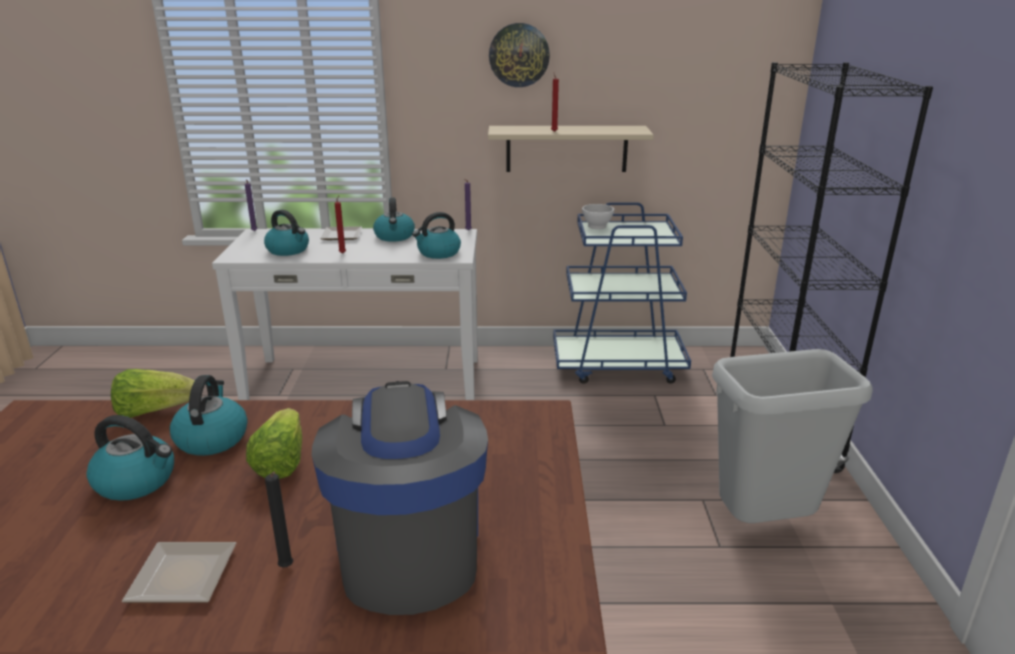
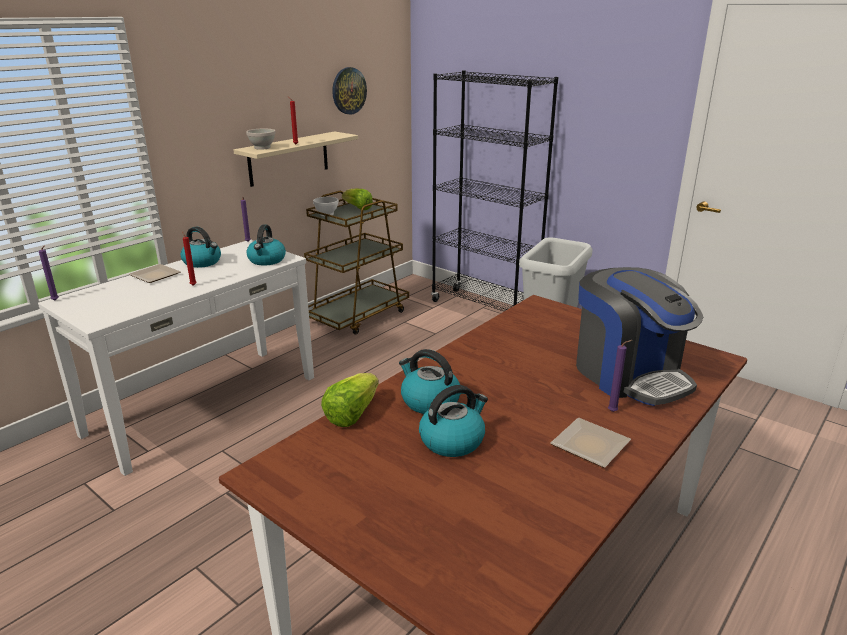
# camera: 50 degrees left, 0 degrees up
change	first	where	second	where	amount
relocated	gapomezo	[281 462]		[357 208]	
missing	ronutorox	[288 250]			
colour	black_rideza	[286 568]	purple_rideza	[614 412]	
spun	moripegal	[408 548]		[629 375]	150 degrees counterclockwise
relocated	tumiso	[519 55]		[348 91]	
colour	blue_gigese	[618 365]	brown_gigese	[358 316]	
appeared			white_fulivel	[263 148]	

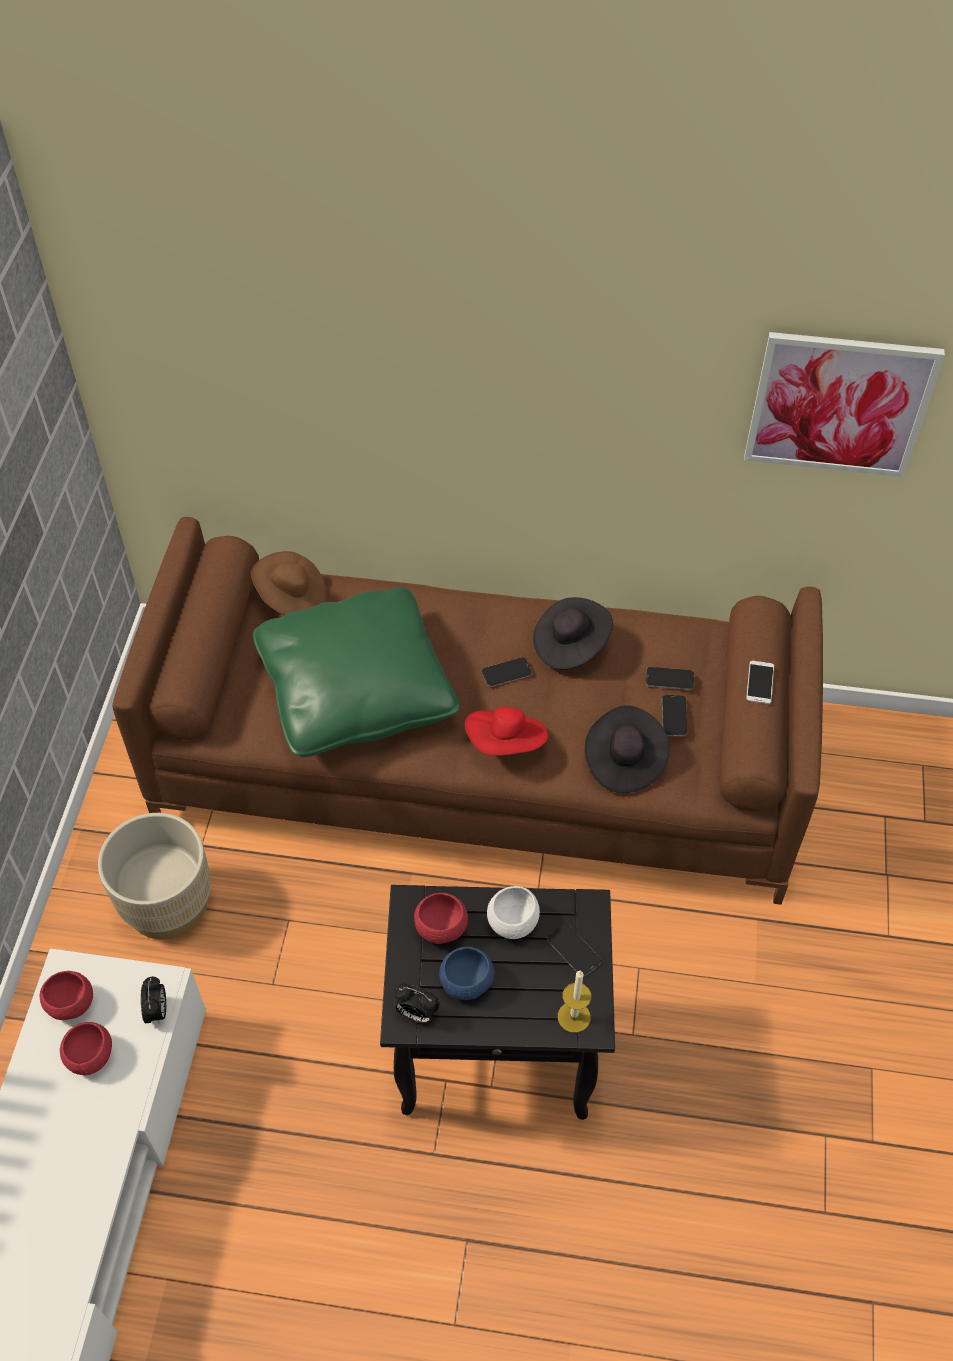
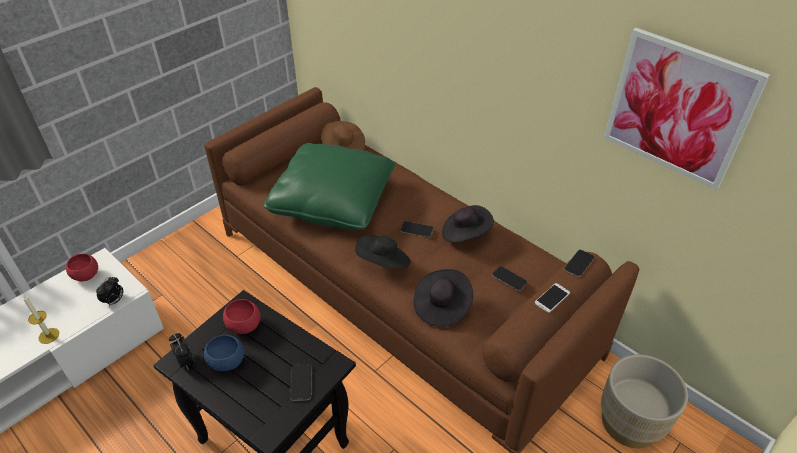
# camera: 35 degrees right, 10 degrees down
change	first	where	second	where	amount
missing	red_fulivel	[90 1056]			
relocated	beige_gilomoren	[168 904]		[630 422]	
colour	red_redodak	[506 743]	black_redodak	[383 263]	
missing	white_fulivel	[513 922]			
relocated	rideza	[574 1017]		[49 335]	
relocated	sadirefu	[674 716]		[579 263]	

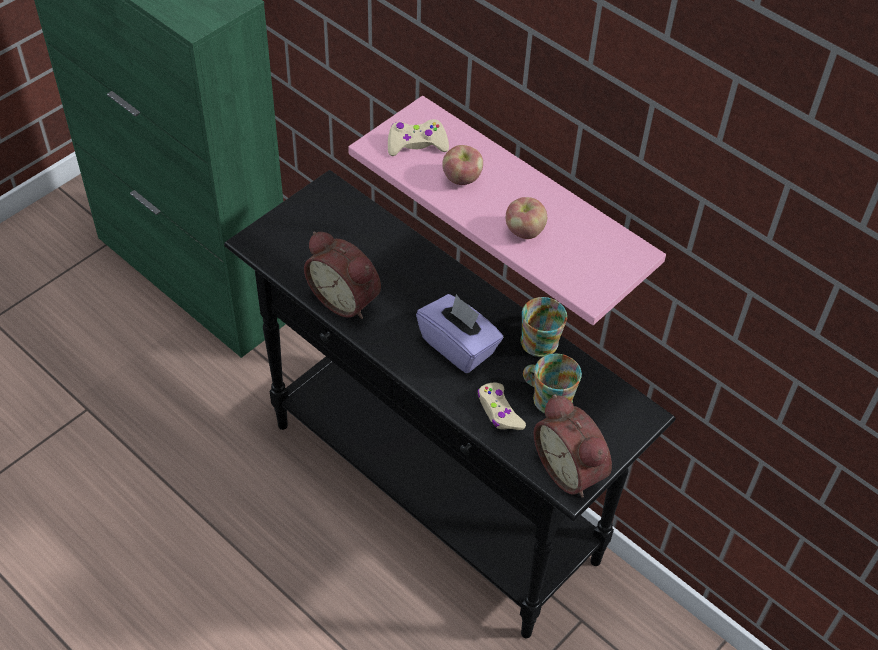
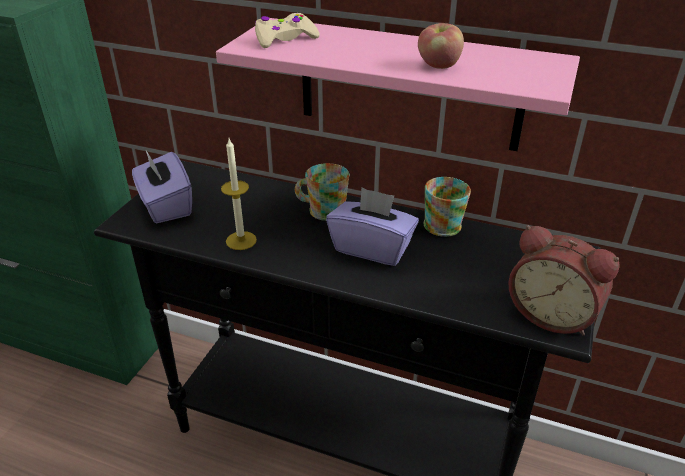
# camera: 20 degrees left, 15 degrees down
change	first	where	second	where	amount
exchanged	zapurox	[346 298]	rideza	[241 240]	
missing	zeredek	[462 178]			
missing	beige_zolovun	[499 412]			
relocated	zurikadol	[547 396]		[322 210]	
appeared			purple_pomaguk	[165 206]	

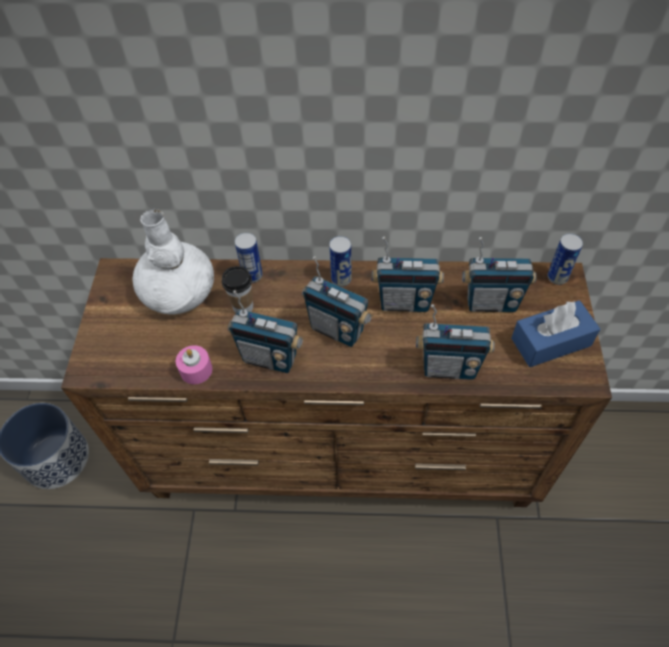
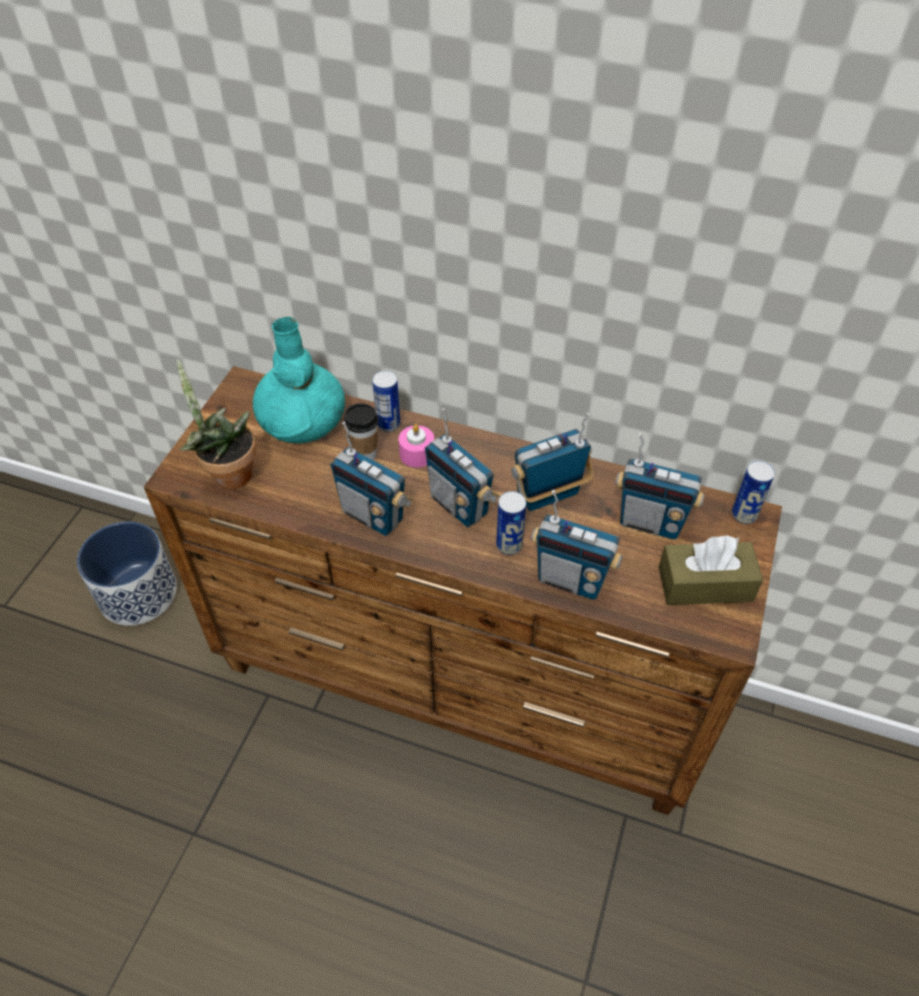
# camera: 15 degrees right, 5 degrees down
change	first	where	second	where	amount
colour	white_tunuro	[179 290]	turquoise_tunuro	[303 420]	
relocated	pink_rideza	[196 370]		[417 454]	
relocated	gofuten	[341 279]		[509 545]	
spun	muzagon	[404 302]		[548 496]	135 degrees clockwise
colour	blue_pomaguk	[551 342]	brown_pomaguk	[705 584]	
appeared			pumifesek	[228 474]	

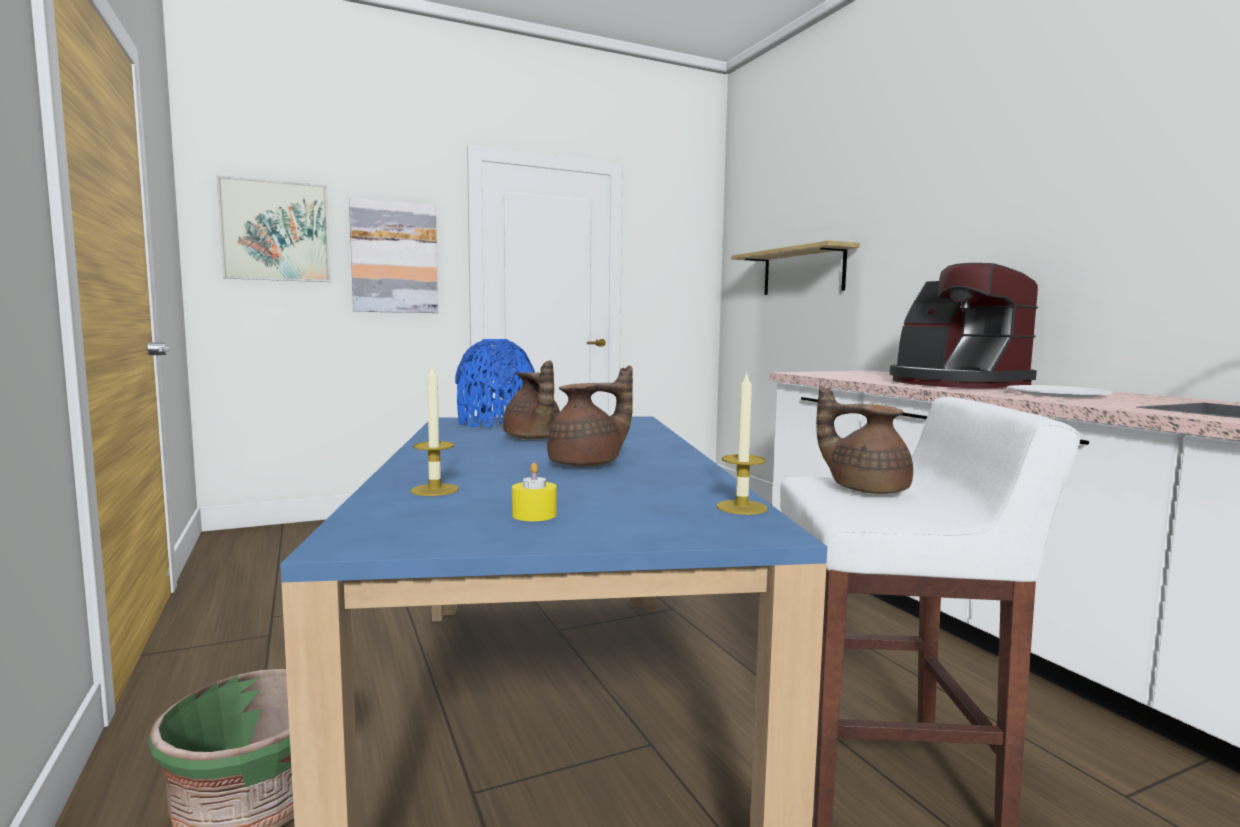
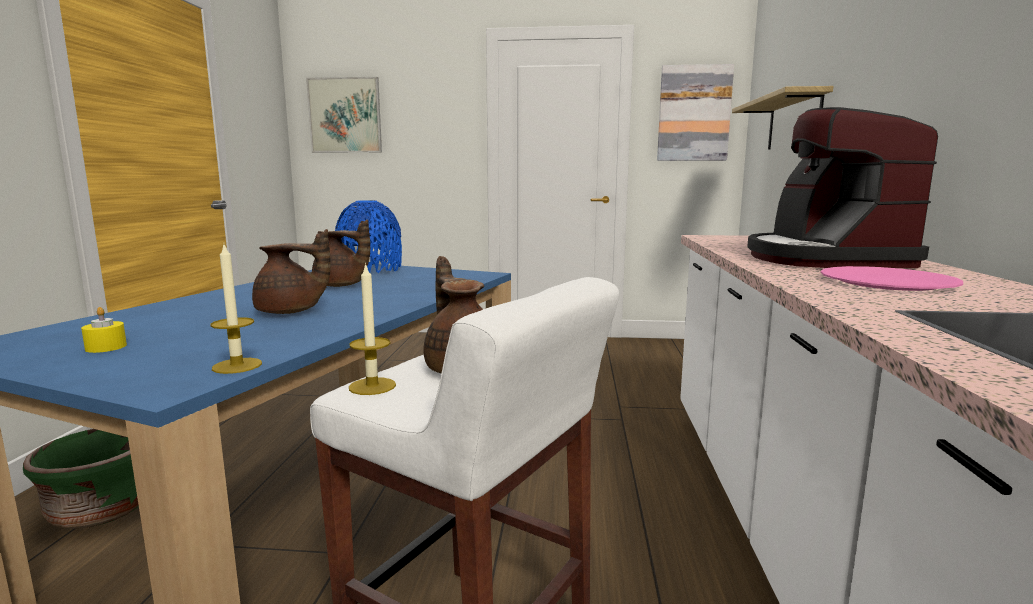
# camera: 30 degrees right, 5 degrees up
change	first	where	second	where	amount
relocated	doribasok	[394 257]		[694 113]	
relocated	rideza	[435 490]		[372 386]	
spun	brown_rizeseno	[533 438]		[341 285]	75 degrees counterclockwise
colour	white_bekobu	[1057 394]	pink_bekobu	[887 282]	

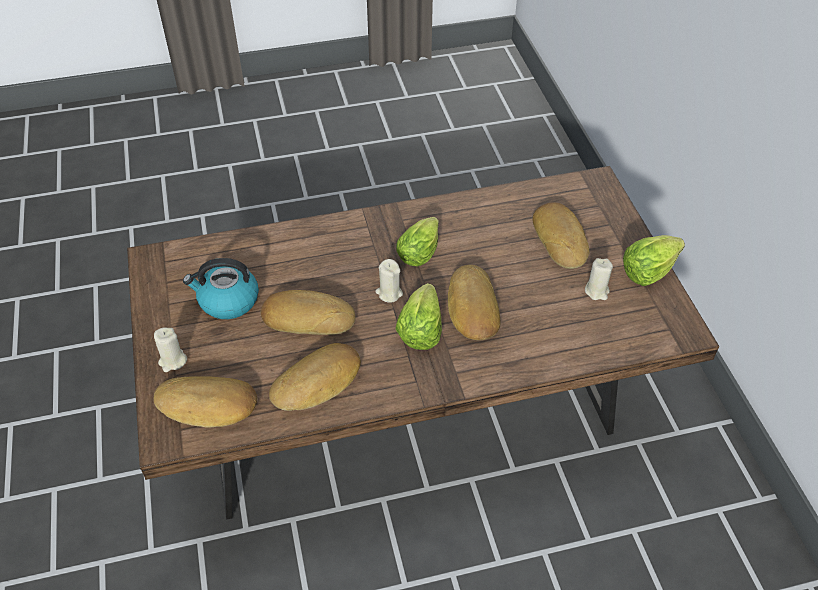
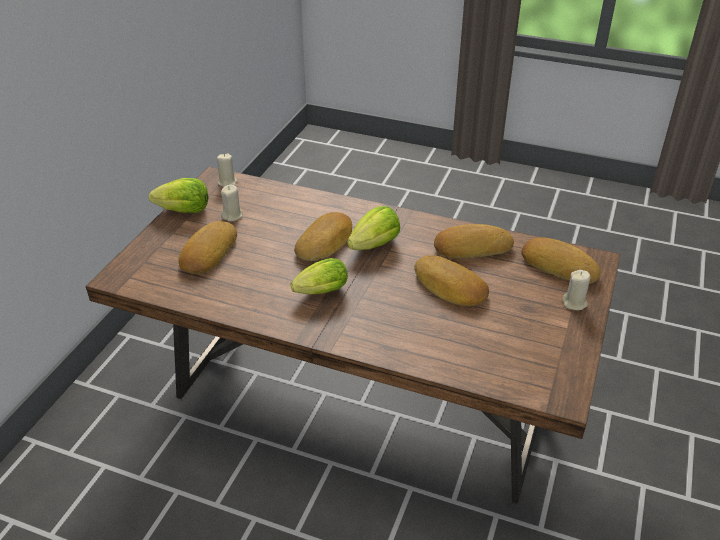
# camera: 145 degrees left, 10 degrees down
change	first	where	second	where	amount
missing	ronutorox	[228 301]			
relocated	beige_rideza	[389 293]		[227 182]	

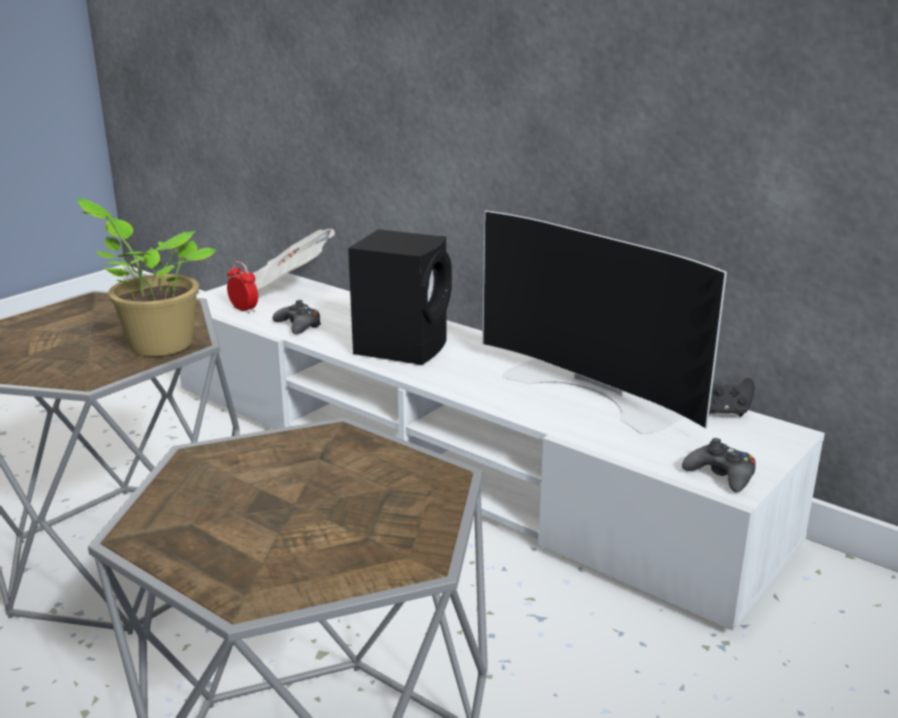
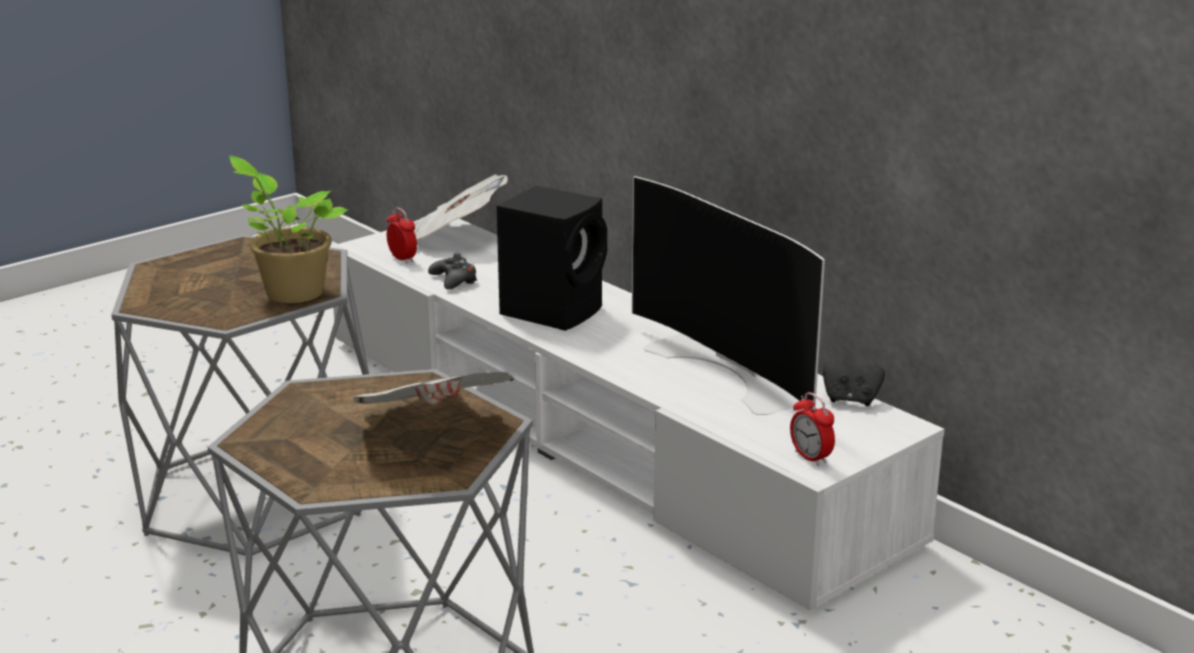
# camera: 10 degrees right, 0 degrees up
change	first	where	second	where	amount
exchanged	black_zolovun	[721 475]	zapurox	[810 457]	
appeared			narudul	[434 430]	

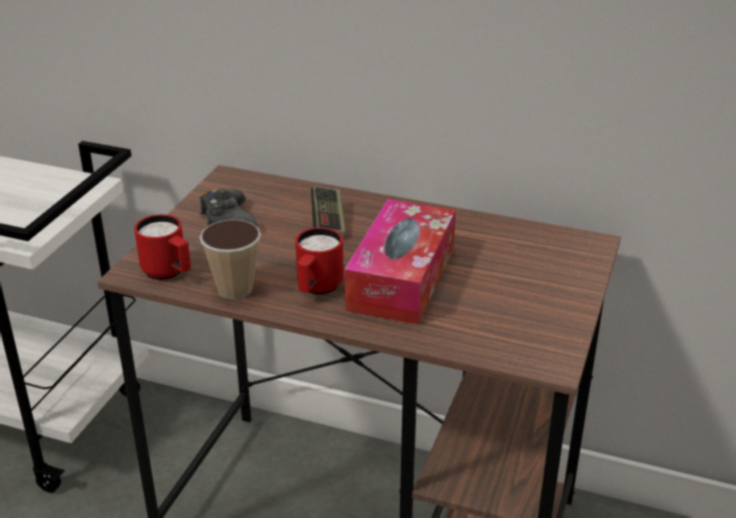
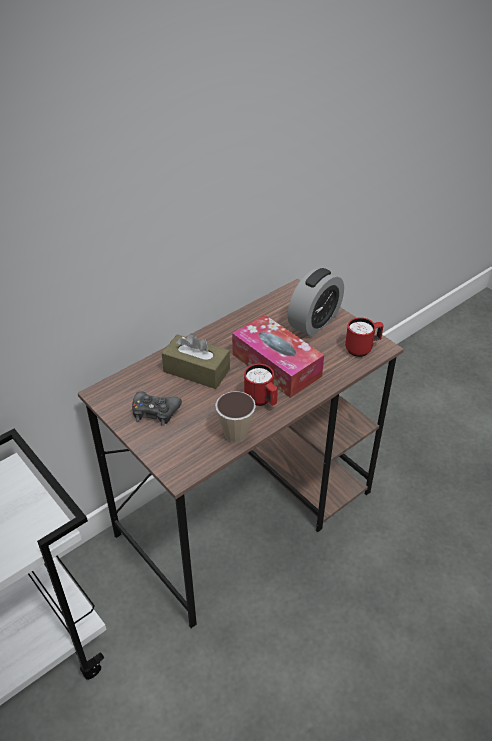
# camera: 60 degrees left, 10 degrees up
change	first	where	second	where	amount
relocated	red_zurikadol	[169 273]		[362 349]	
exchanged	zolovun	[328 223]	brown_pomaguk	[196 370]	
appeared			zapurox	[314 322]	

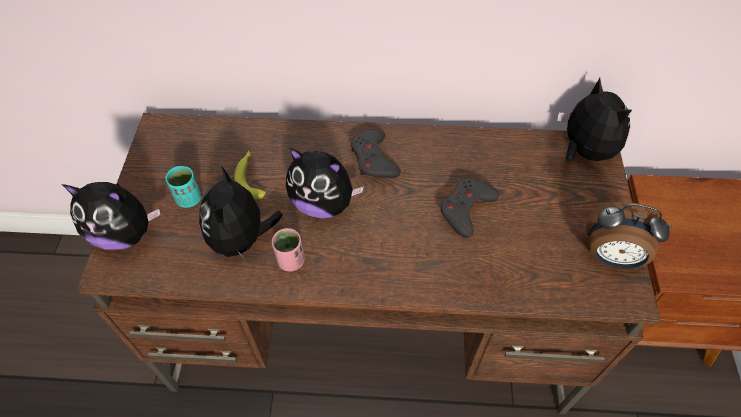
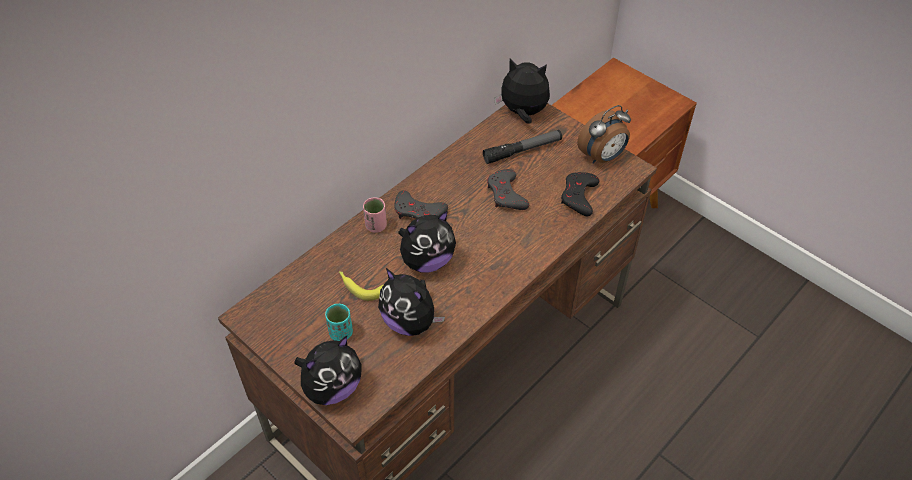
# camera: 50 degrees left, 5 degrees down
change	first	where	second	where	amount
relocated	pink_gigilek	[291 261]		[376 226]	
appeared			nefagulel	[522 150]	
appeared			black_zolovun	[579 196]	

